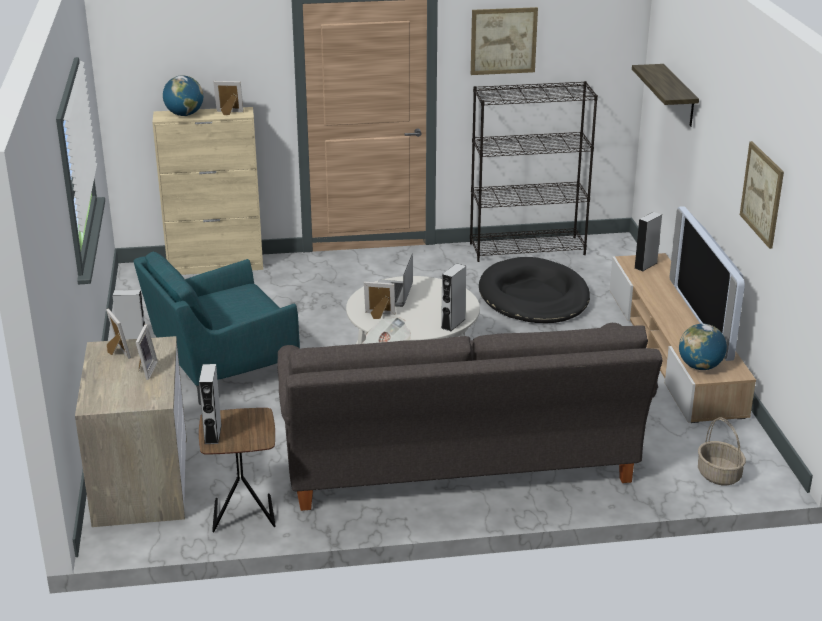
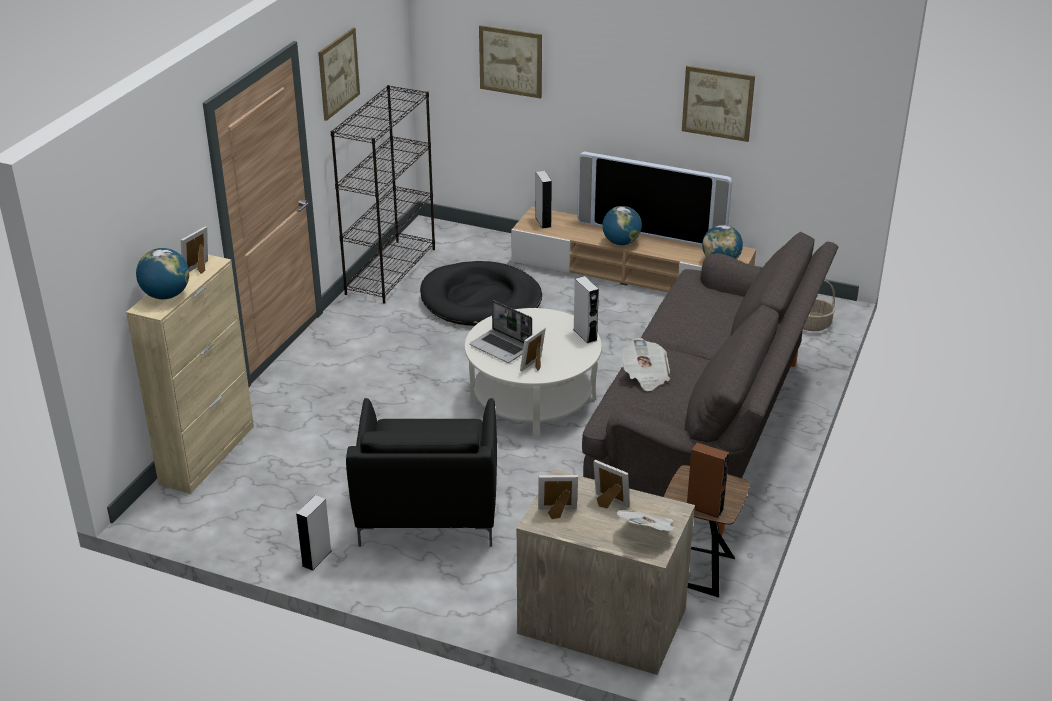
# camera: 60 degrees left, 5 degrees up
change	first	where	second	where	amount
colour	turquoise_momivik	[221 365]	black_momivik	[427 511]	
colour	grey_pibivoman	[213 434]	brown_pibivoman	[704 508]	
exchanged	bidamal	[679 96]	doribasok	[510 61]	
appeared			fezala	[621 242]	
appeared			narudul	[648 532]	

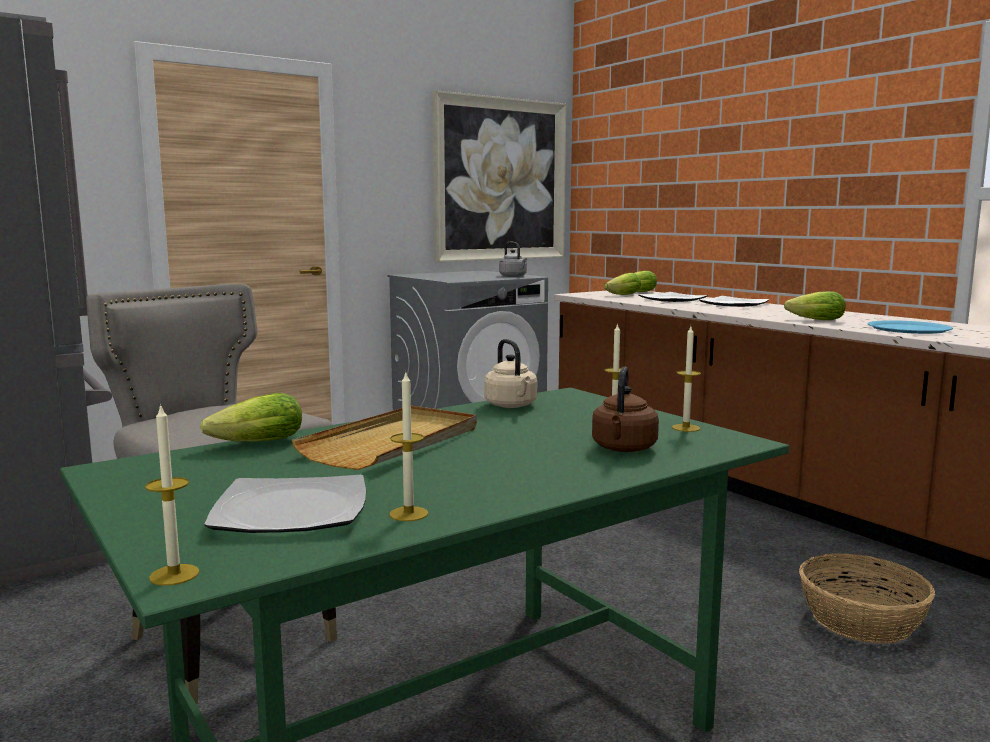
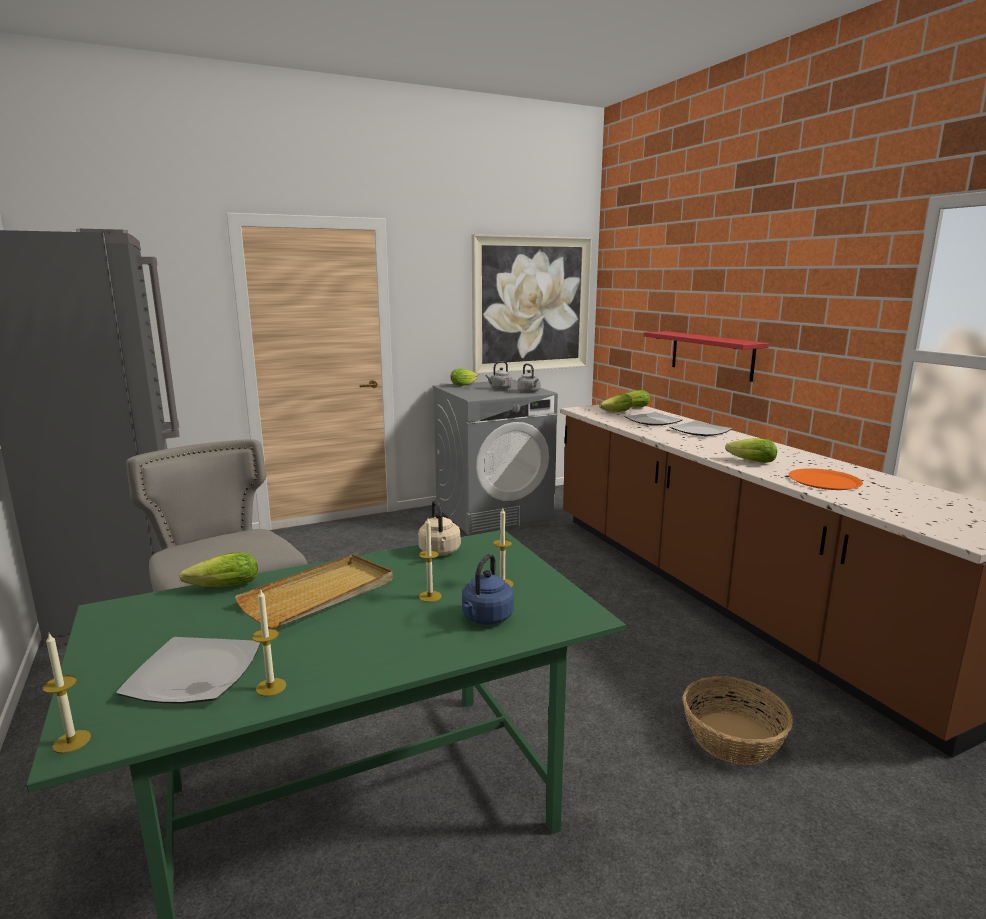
# camera: 10 degrees right, 5 degrees up
change	first	where	second	where	amount
colour	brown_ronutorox	[623 449]	blue_ronutorox	[486 618]	
relocated	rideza	[686 428]		[430 596]	
colour	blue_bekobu	[908 329]	orange_bekobu	[824 481]	
appeared			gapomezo	[465 384]	
appeared			grey_ronutorox	[500 389]	
appeared			red_bidamal	[711 355]	

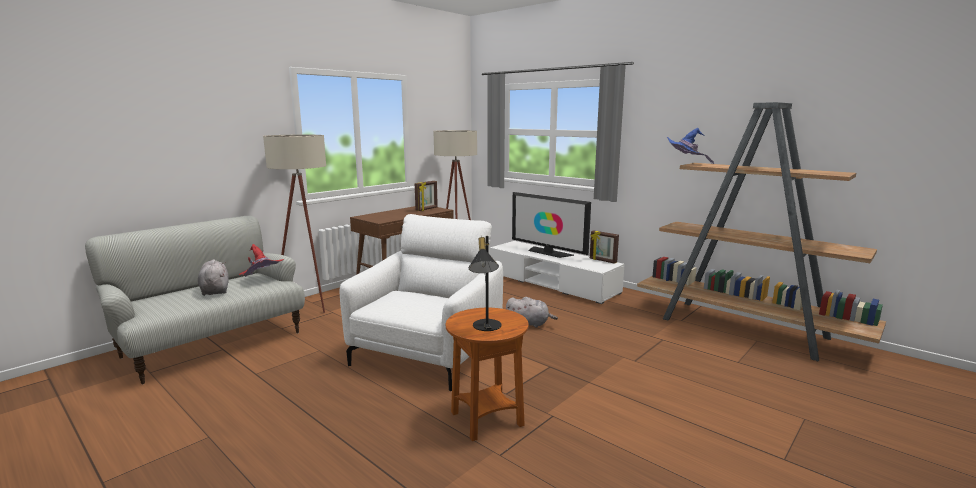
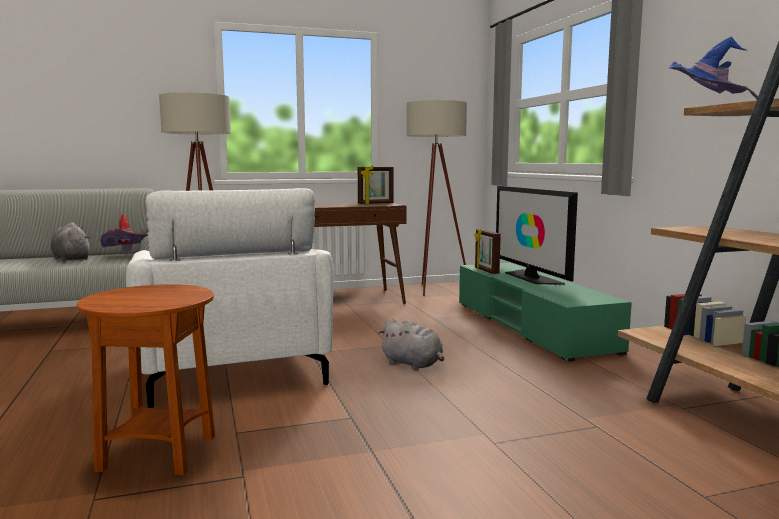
# camera: 30 degrees right, 5 degrees down
change	first	where	second	where	amount
spun	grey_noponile	[215 290]		[71 259]	45 degrees counterclockwise
spun	white_momivik	[427 353]		[232 368]	105 degrees clockwise
missing	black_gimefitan	[485 327]			
colour	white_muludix	[552 283]	green_muludix	[531 326]	
relocated	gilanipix	[602 261]		[486 271]	

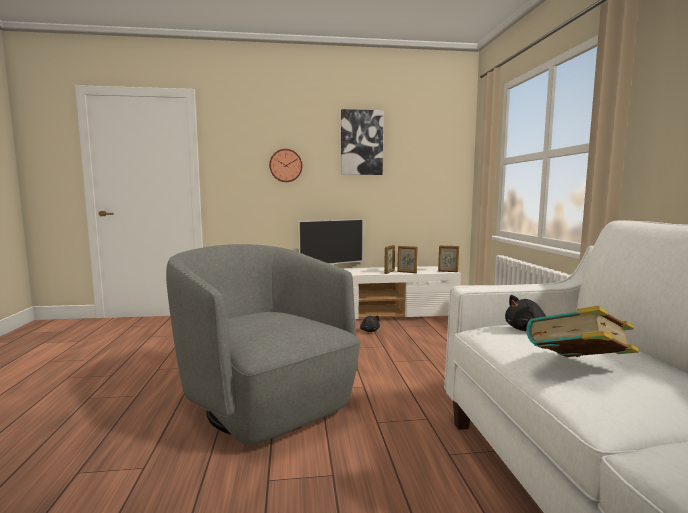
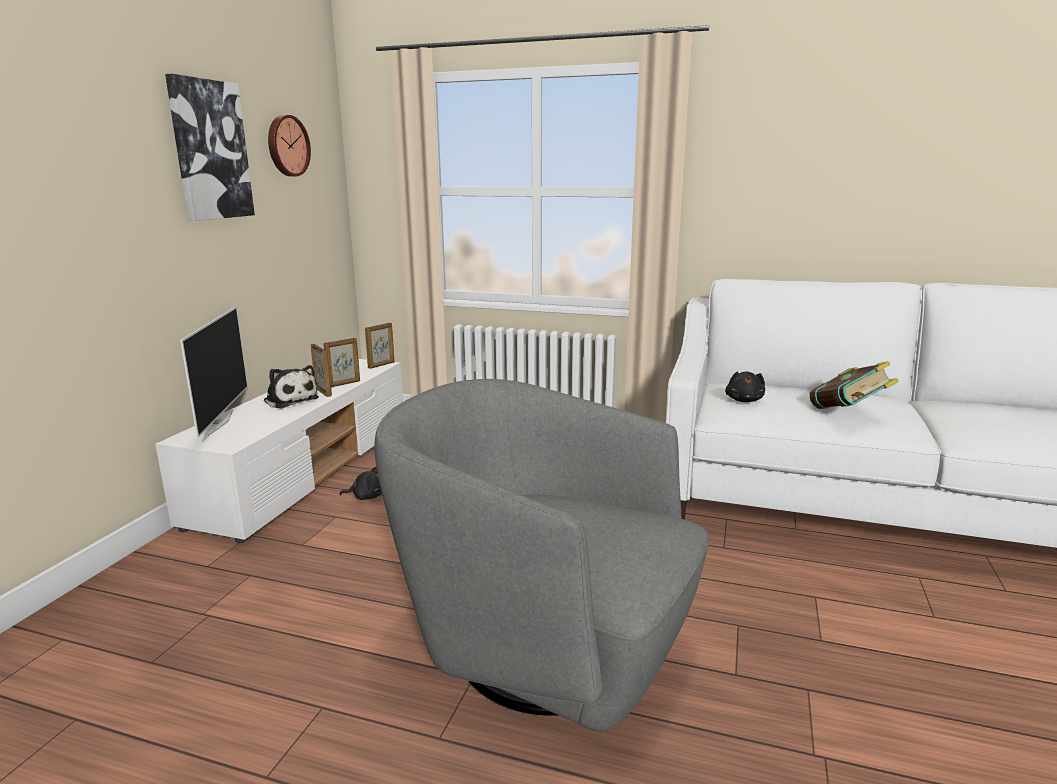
# camera: 65 degrees left, 10 degrees up
change	first	where	second	where	amount
spun	grey_momivik	[265 404]		[544 645]	45 degrees clockwise
relocated	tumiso	[286 165]		[287 146]	
appeared			noponile	[290 400]	

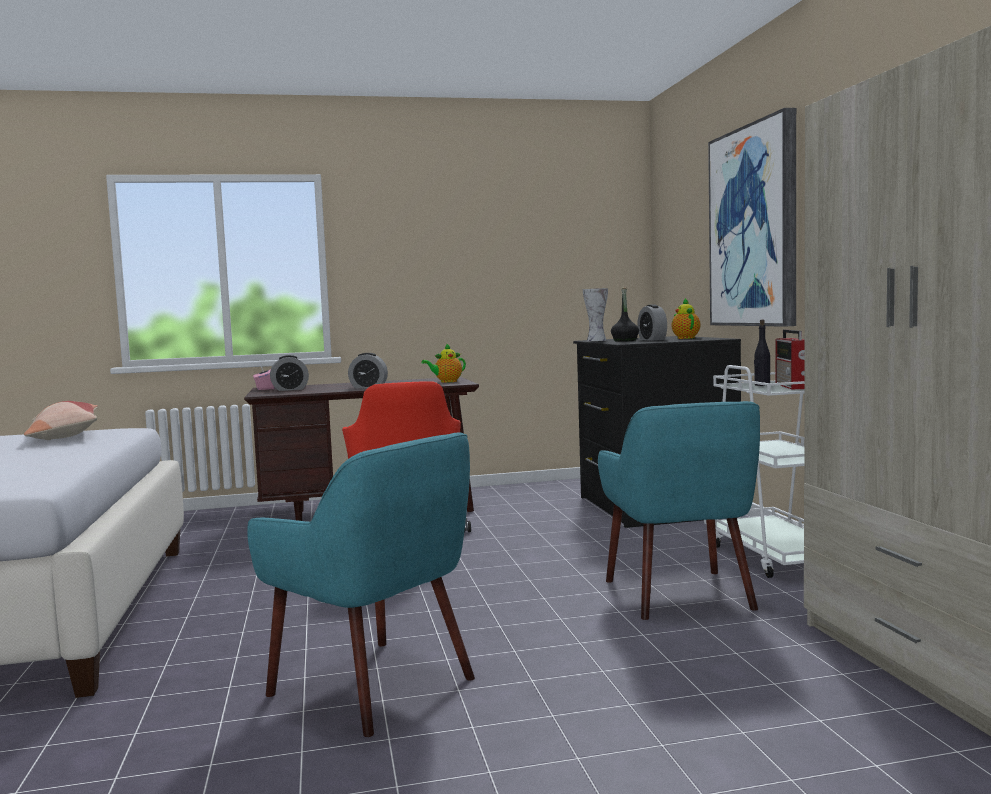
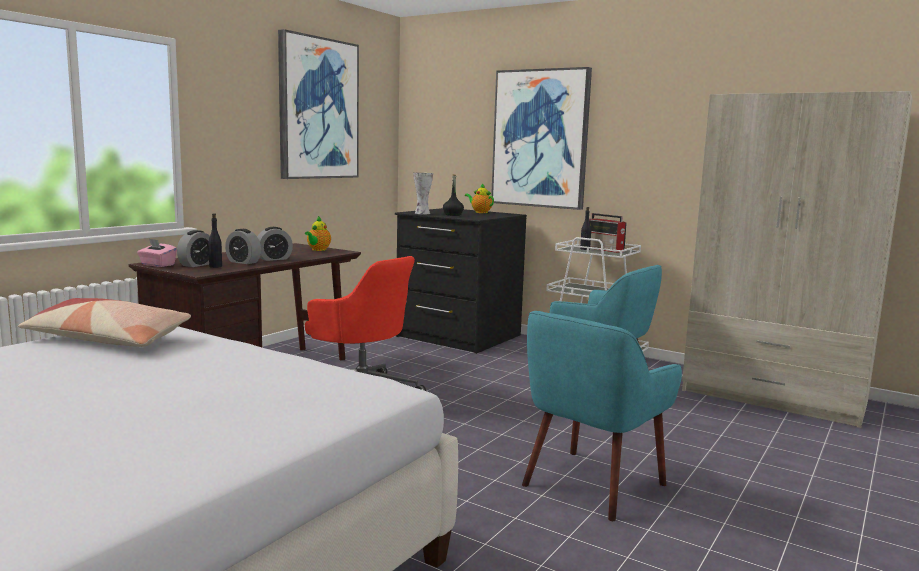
# camera: 45 degrees left, 5 degrees up
change	first	where	second	where	amount
spun	turquoise_momivik	[375 686]		[591 484]	135 degrees clockwise
relocated	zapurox	[652 340]		[243 262]	
appeared			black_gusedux	[216 266]	
appeared			doribasok	[318 109]	

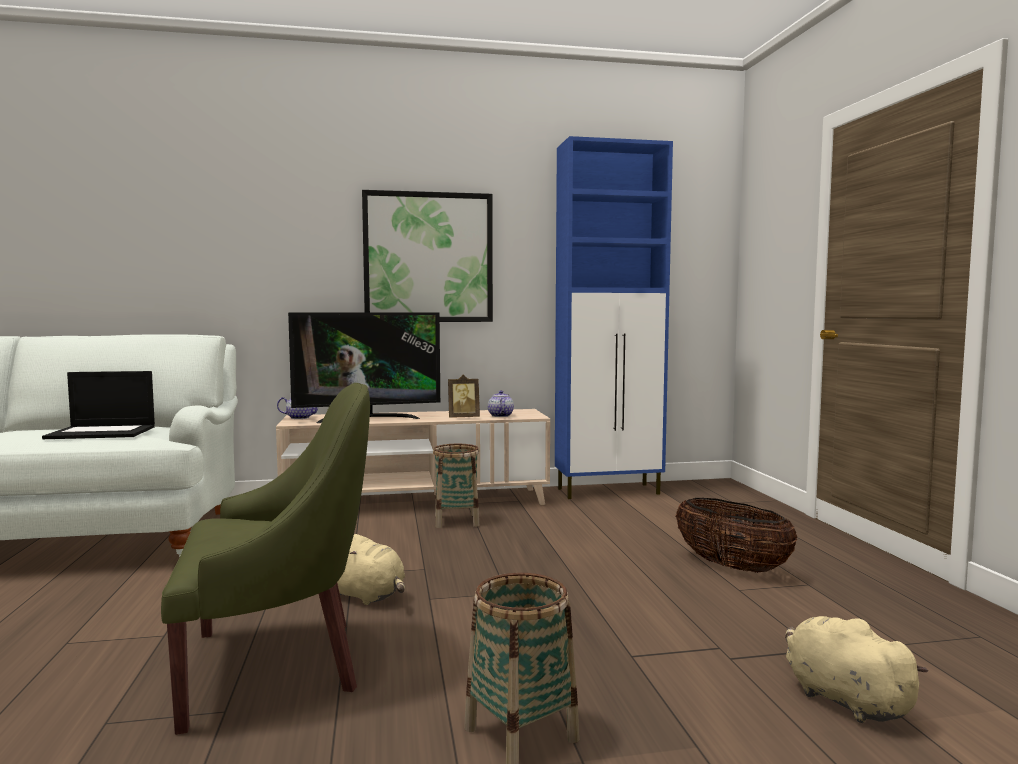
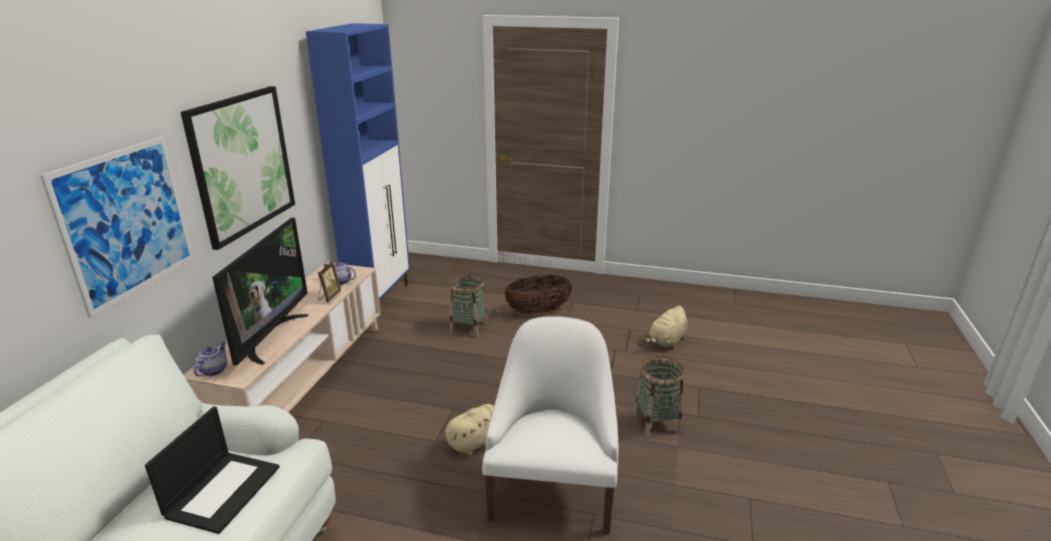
# camera: 65 degrees left, 20 degrees up
change	first	where	second	where	amount
colour	green_momivik	[276 665]	white_momivik	[552 490]	
relocated	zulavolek	[456 521]		[469 328]	
spun	beige_noponile	[842 699]		[666 341]	45 degrees counterclockwise
appeared			doribasok	[126 222]	

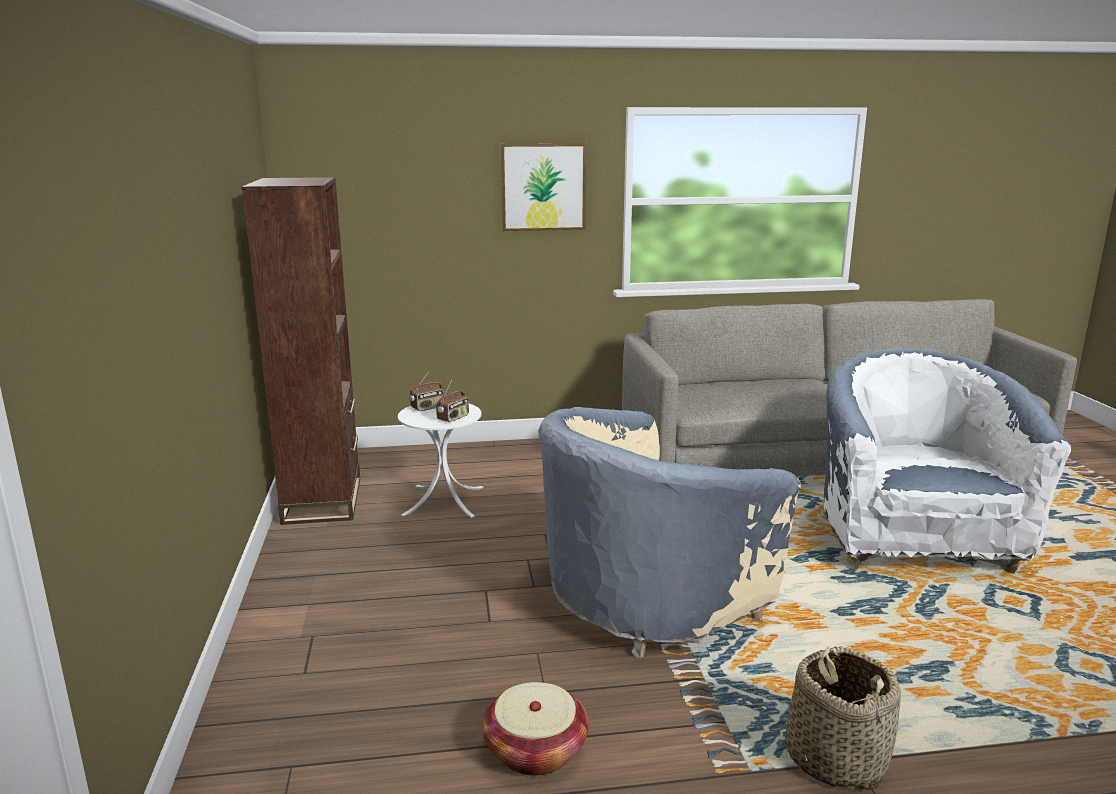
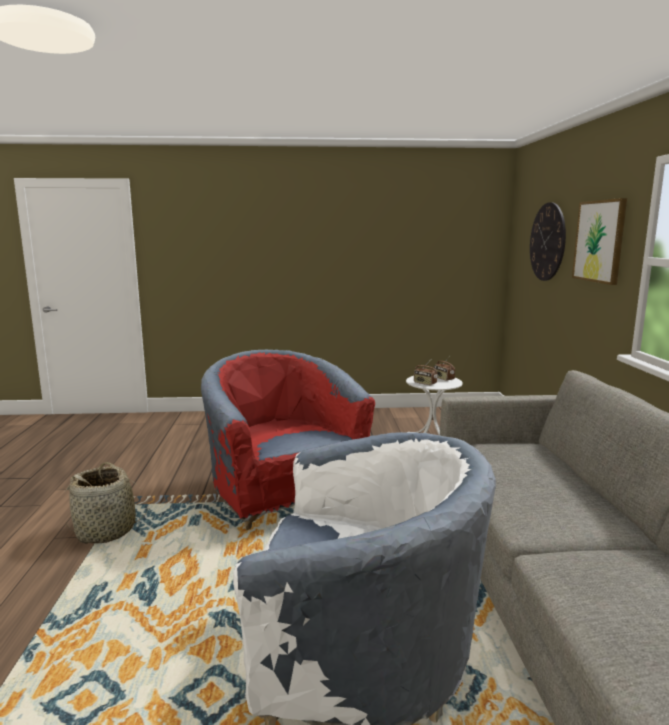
# camera: 95 degrees right, 5 degrees down
change	first	where	second	where	amount
missing	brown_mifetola	[323 500]			
missing	zulavolek	[535 750]			
colour	beige_momivik	[649 604]	red_momivik	[283 495]	
appeared			tumiso	[547 242]	

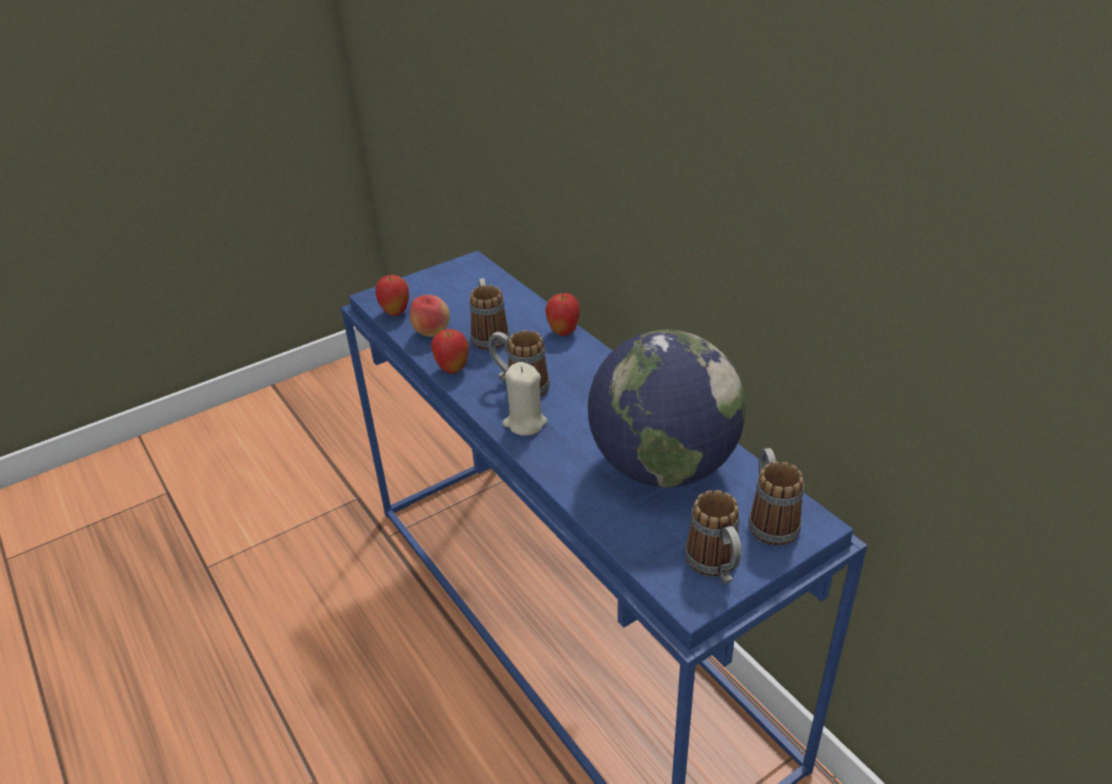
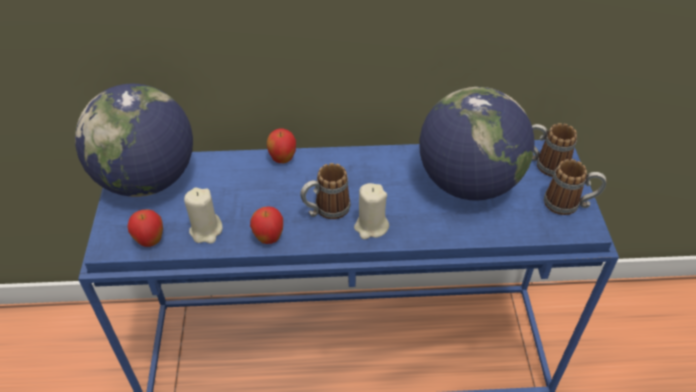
# camera: 60 degrees left, 10 degrees up
change	first	where	second	where	amount
exchanged	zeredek	[432 333]	beige_rideza	[206 231]	
missing	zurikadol	[489 335]			
appeared			fezala	[147 179]	

